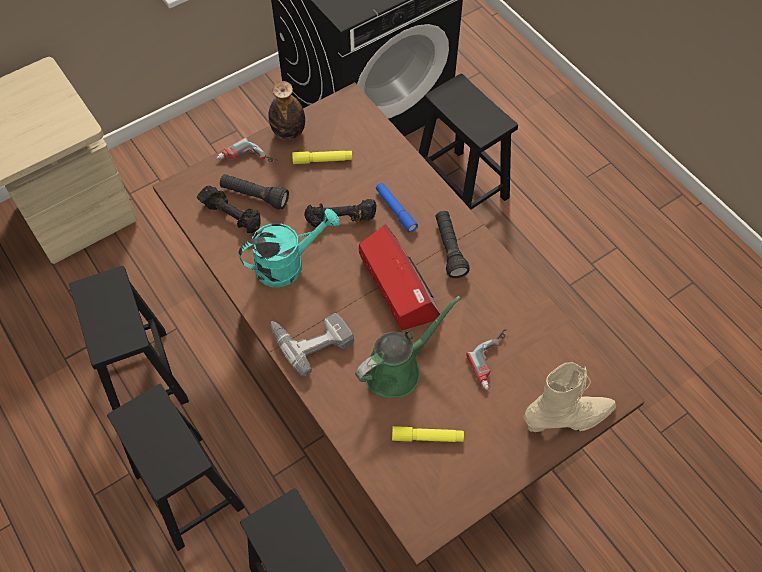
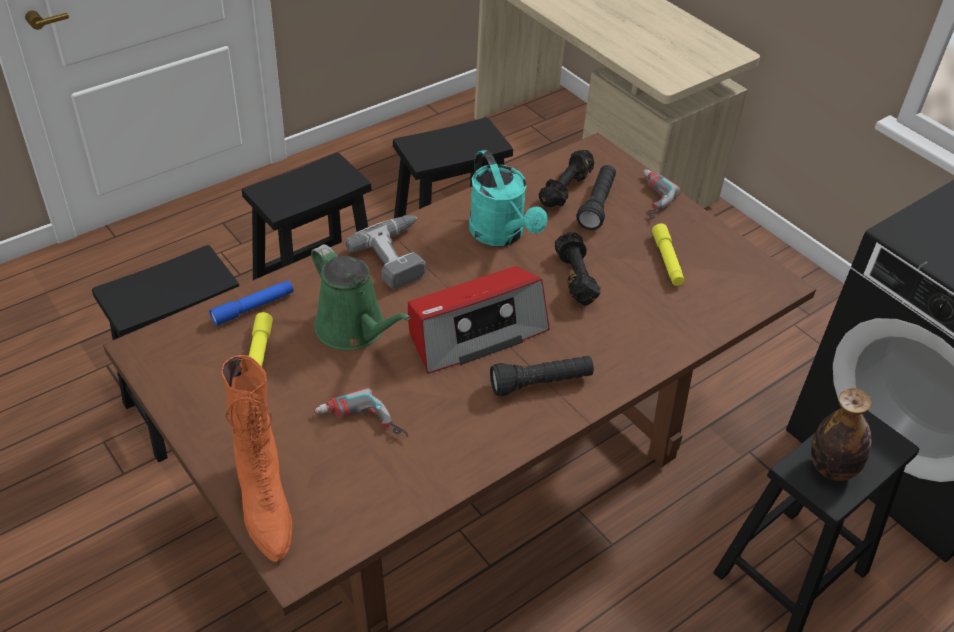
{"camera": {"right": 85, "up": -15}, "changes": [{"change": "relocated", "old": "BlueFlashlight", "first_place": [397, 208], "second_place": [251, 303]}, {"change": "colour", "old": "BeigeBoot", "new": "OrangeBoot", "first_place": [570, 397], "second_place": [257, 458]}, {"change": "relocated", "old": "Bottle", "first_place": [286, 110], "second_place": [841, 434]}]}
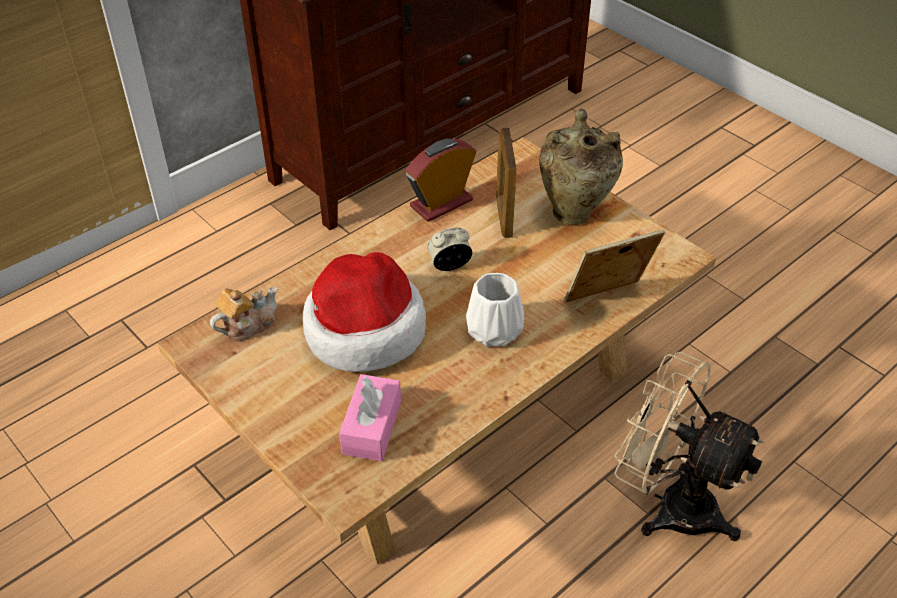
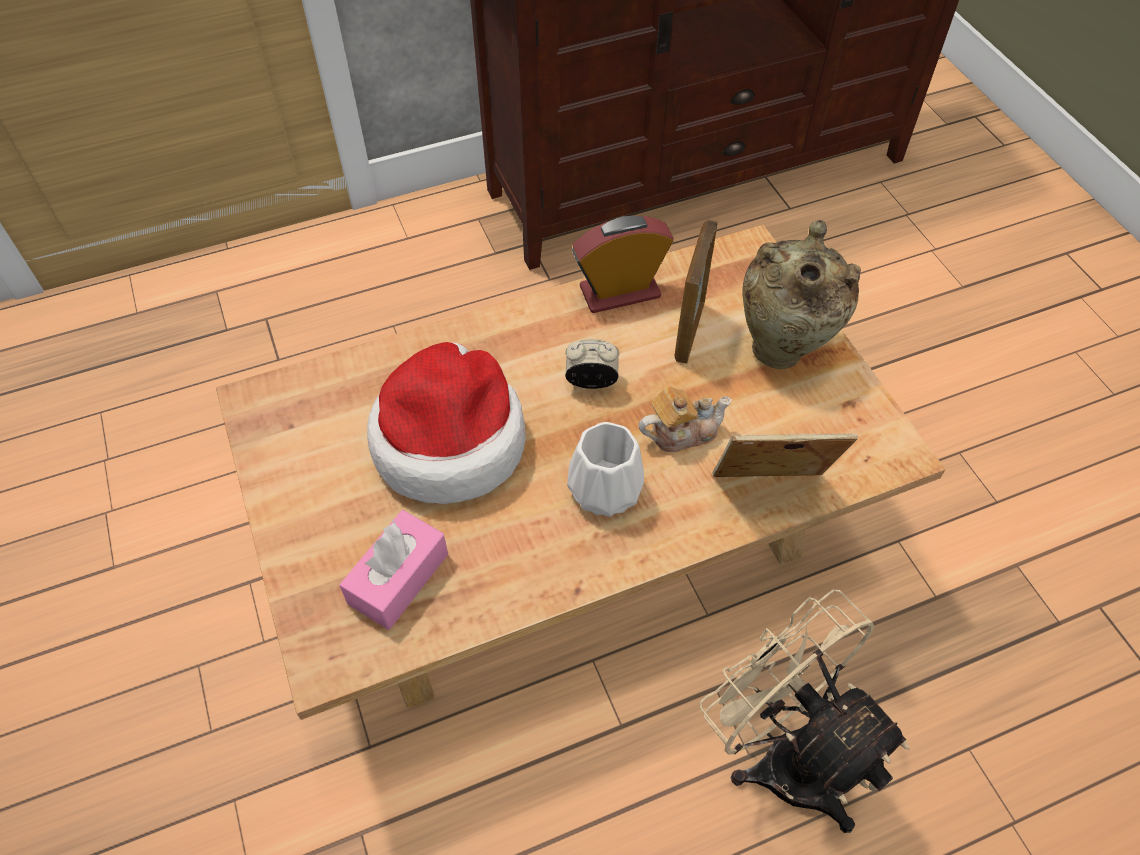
{"camera": {"right": 20, "up": 10}, "changes": [{"change": "relocated", "old": "Teapot", "first_place": [243, 314], "second_place": [685, 419]}]}
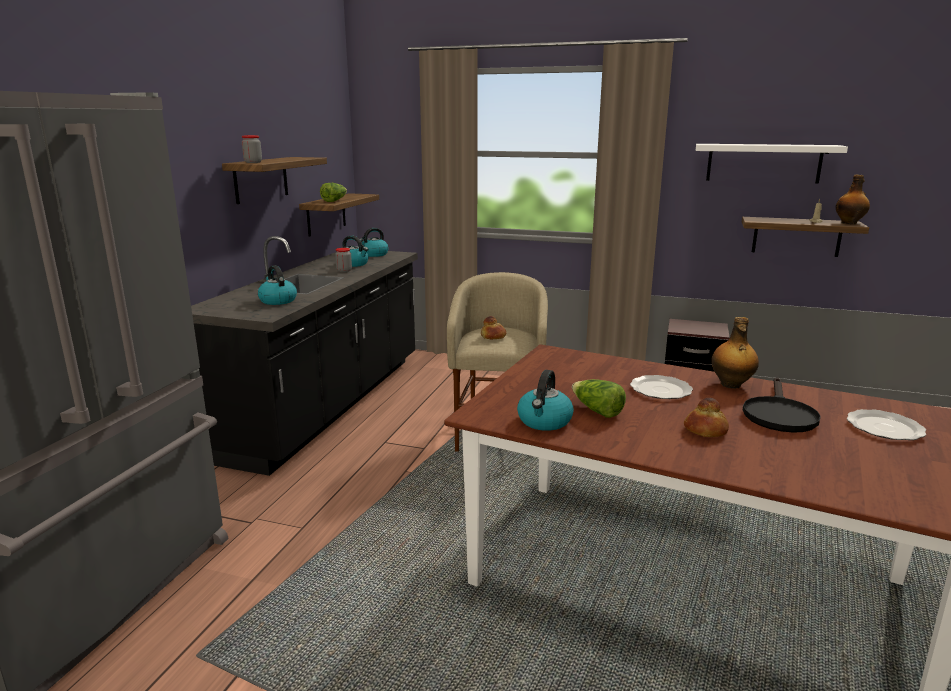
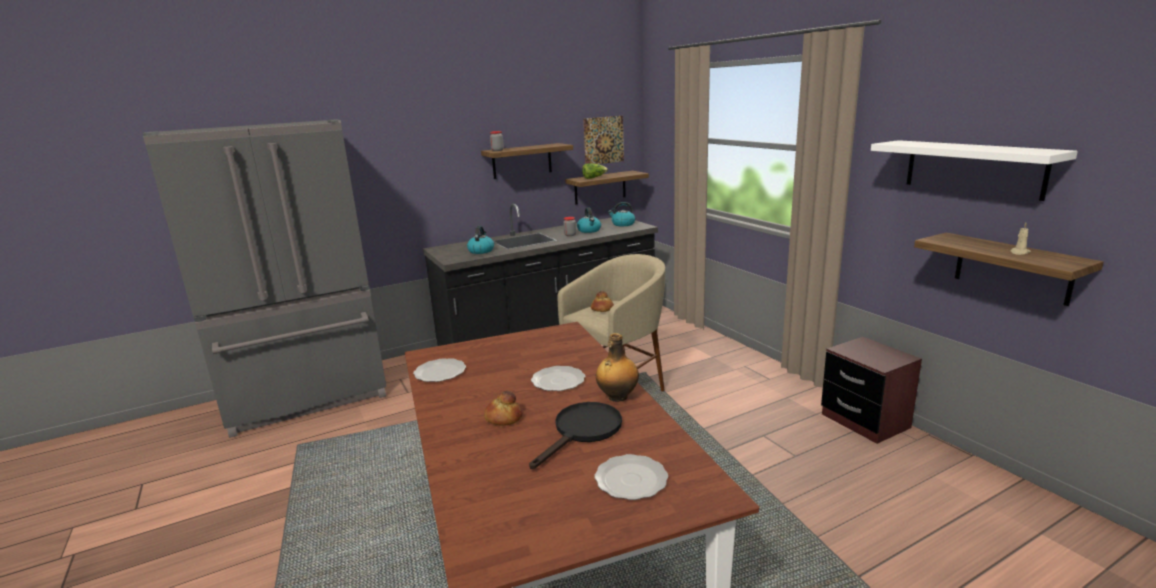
{"camera": {"right": 45, "up": 0}, "changes": [{"change": "exchanged", "old": "Kettle", "new": "Plate", "first_place": [545, 400], "second_place": [439, 370]}, {"change": "spun", "old": "BlackFryingPan", "first_place": [782, 405], "second_place": [575, 435], "degrees": 150}, {"change": "appeared", "new": "Picture", "second_place": [603, 140]}, {"change": "missing", "old": "Lettuce", "first_place": [599, 398]}, {"change": "missing", "old": "Bottle", "first_place": [853, 199]}]}
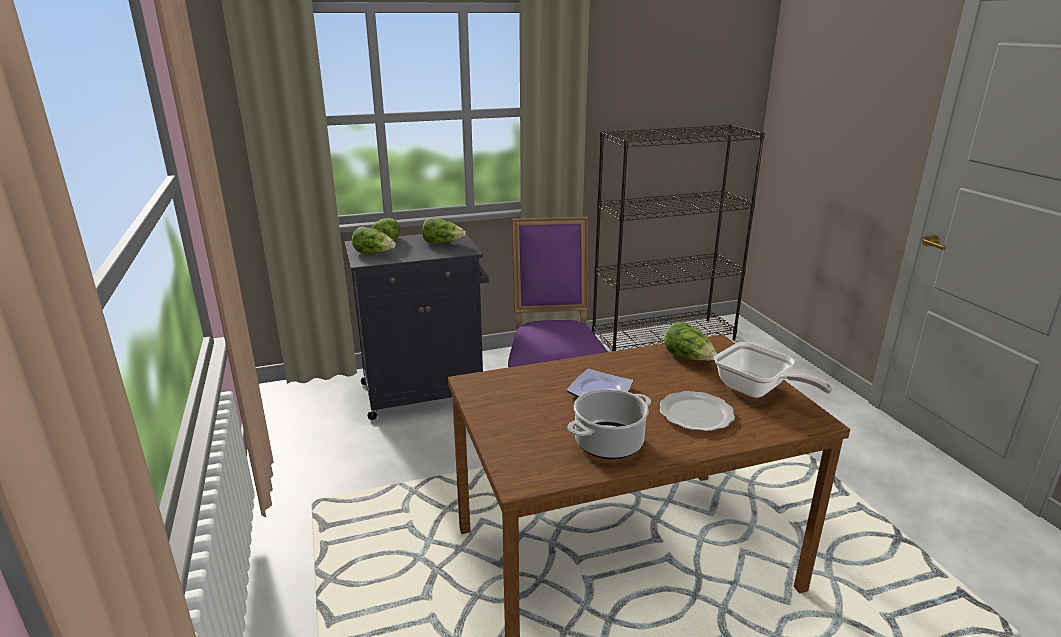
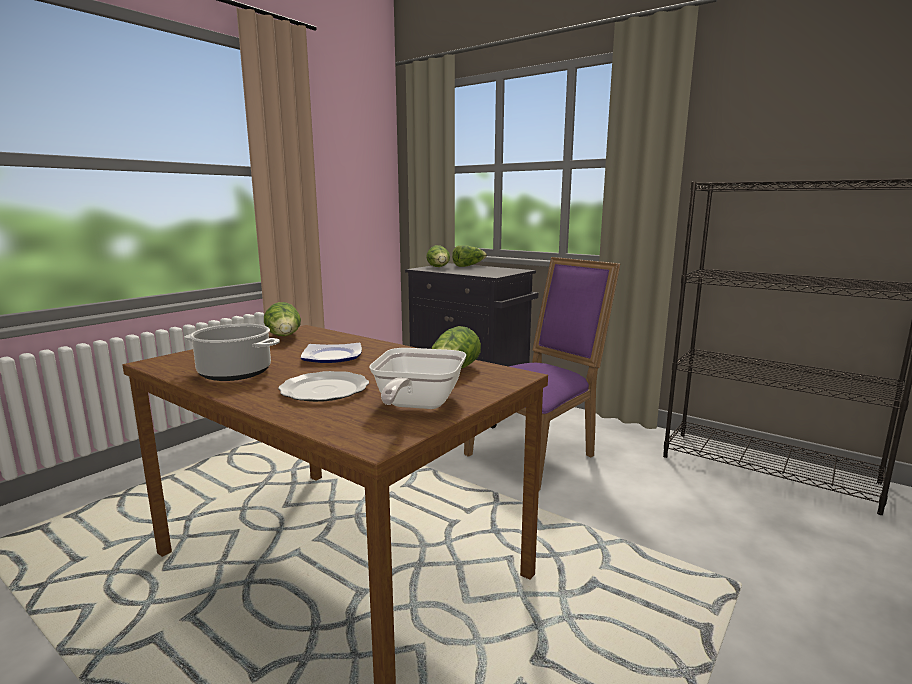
{"camera": {"right": 55, "up": -10}, "changes": [{"change": "relocated", "old": "Lettuce", "first_place": [444, 231], "second_place": [282, 319]}]}
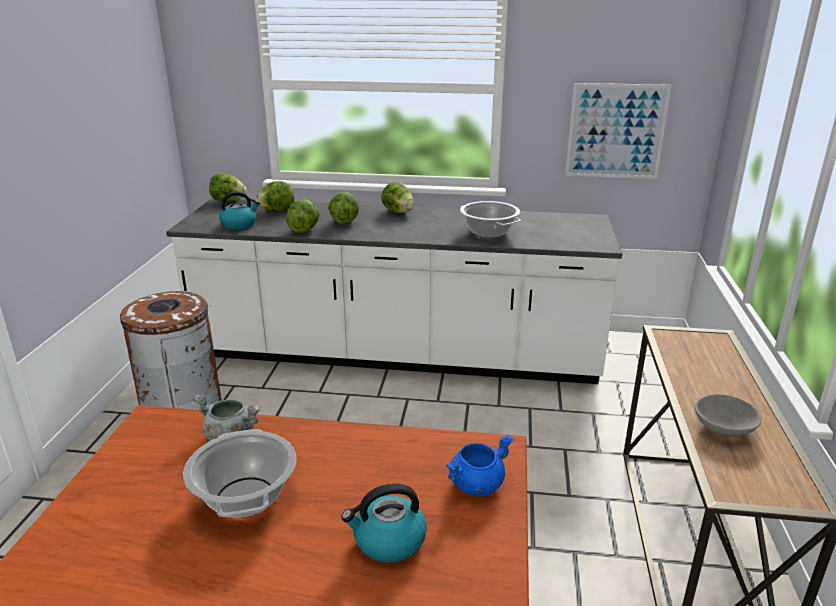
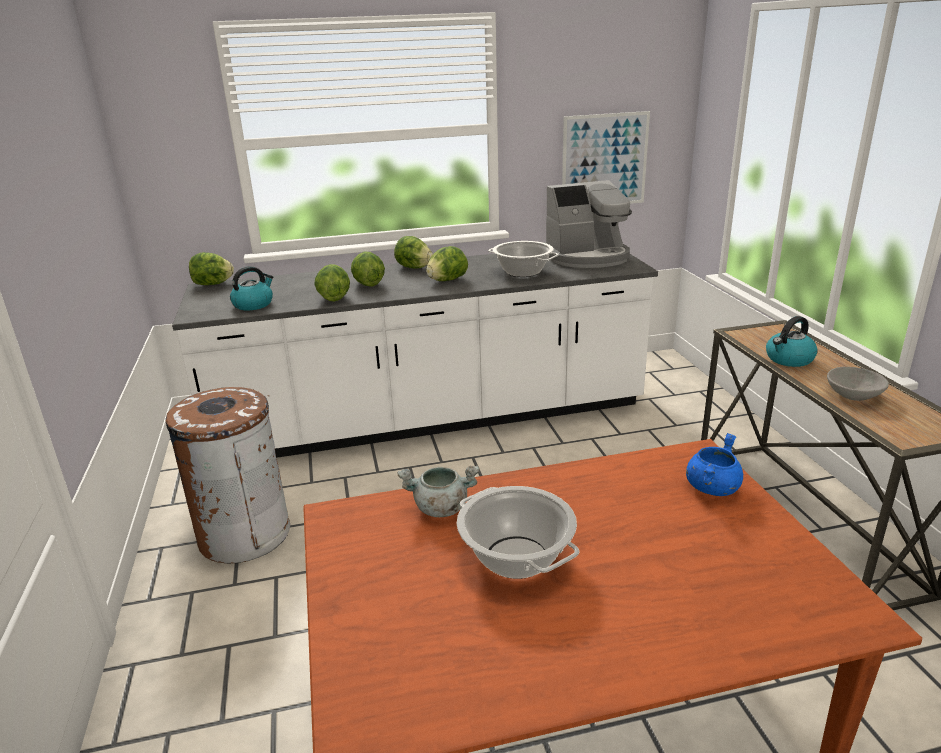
{"camera": {"right": -20, "up": 0}, "changes": [{"change": "relocated", "old": "Lettuce", "first_place": [275, 196], "second_place": [447, 263]}, {"change": "appeared", "new": "CoffeeMachine", "second_place": [587, 224]}, {"change": "relocated", "old": "Kettle", "first_place": [384, 523], "second_place": [792, 341]}]}
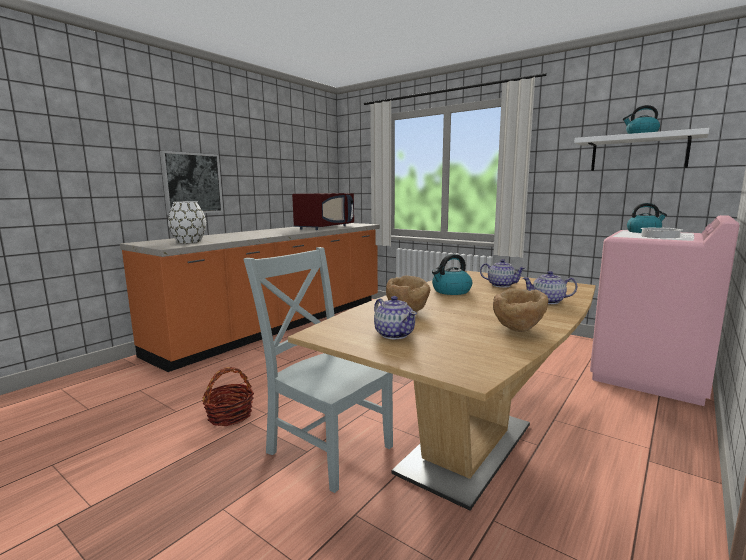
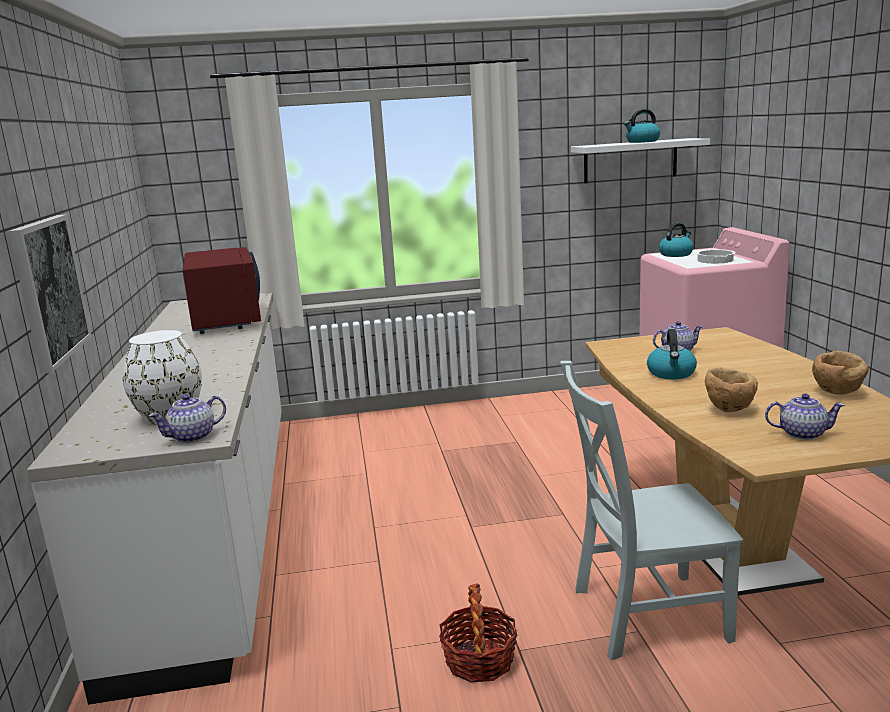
{"camera": {"right": -45, "up": 5}, "changes": [{"change": "colour", "old": "OrangeCounter", "new": "WhiteCounter", "first_place": [250, 297], "second_place": [154, 499]}, {"change": "relocated", "old": "Teapot", "first_place": [550, 287], "second_place": [187, 418]}]}
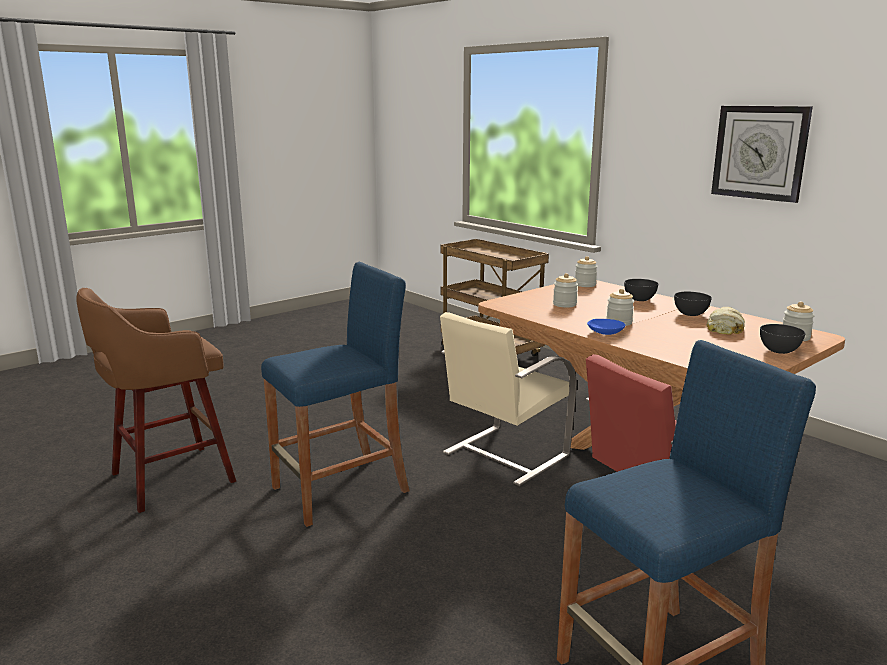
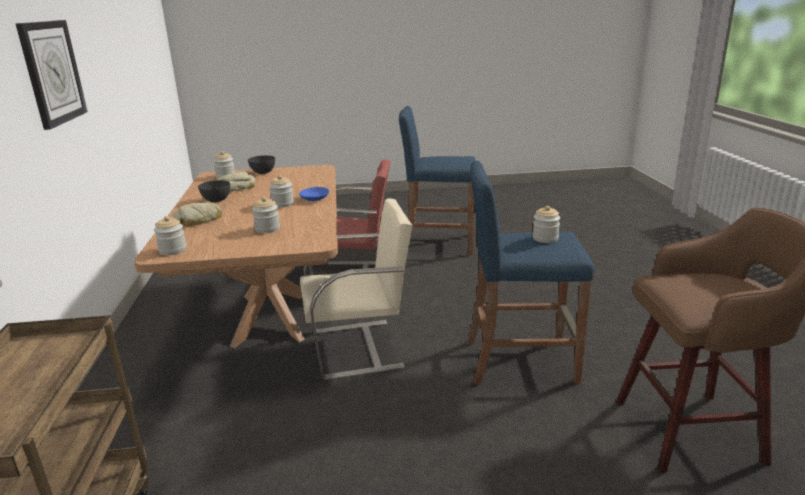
{"camera": {"right": -145, "up": 5}, "changes": [{"change": "exchanged", "old": "GreyBowl", "new": "Bread", "first_place": [641, 290], "second_place": [197, 214]}, {"change": "appeared", "new": "Jar", "second_place": [546, 224]}]}
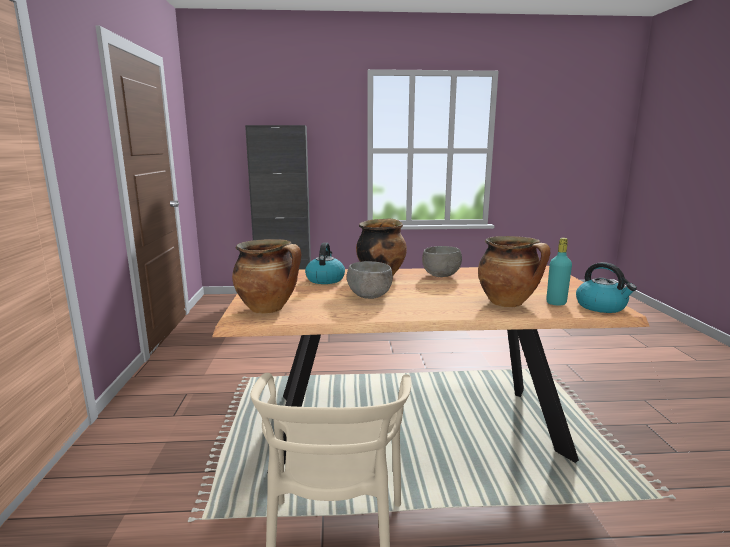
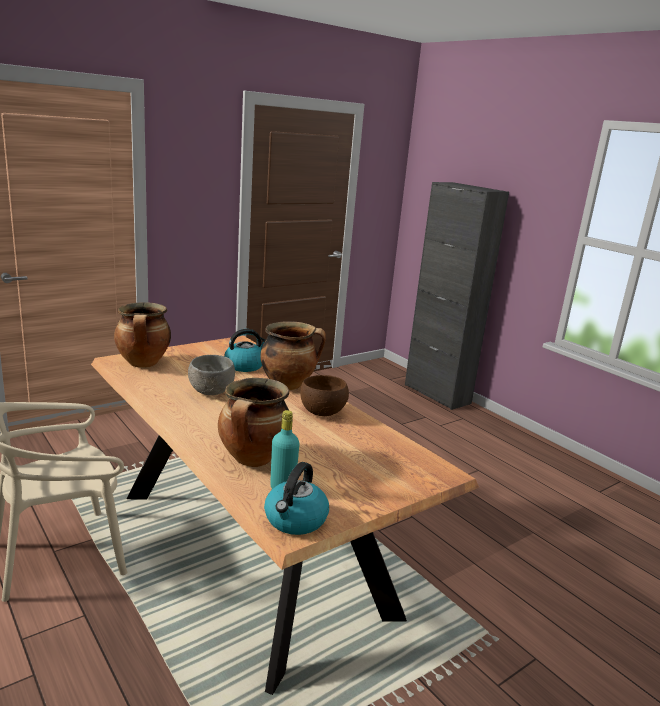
{"camera": {"right": 55, "up": 5}, "changes": [{"change": "colour", "old": "GreyBowl", "new": "BrownBowl", "first_place": [442, 261], "second_place": [324, 395]}]}
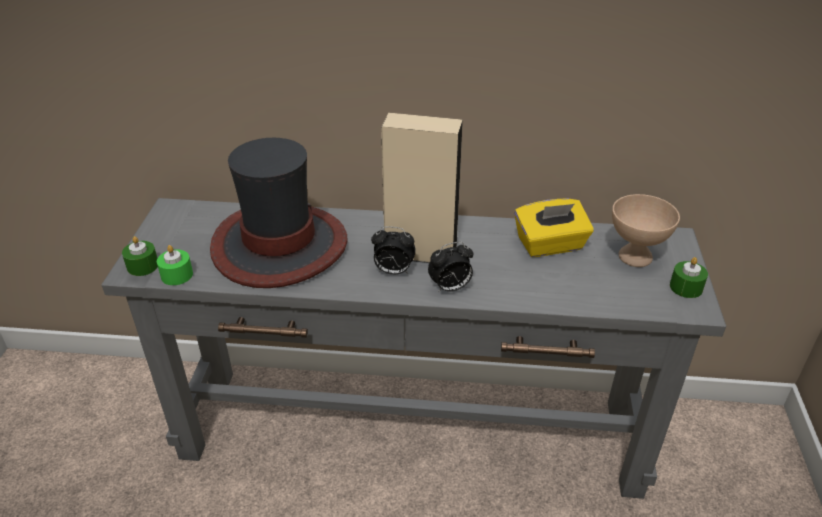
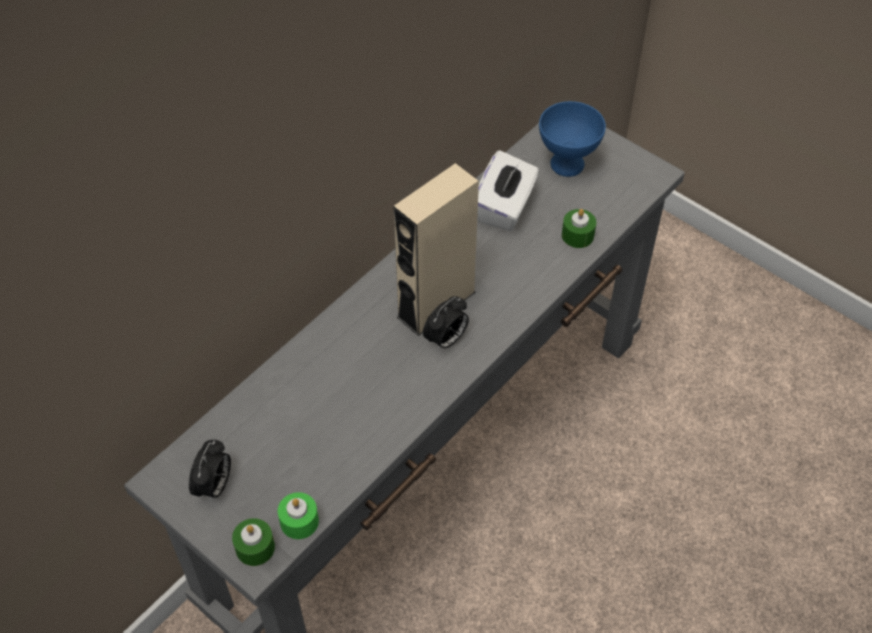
{"camera": {"right": -55, "up": 15}, "changes": [{"change": "relocated", "old": "AlarmClock", "first_place": [450, 267], "second_place": [210, 471]}, {"change": "colour", "old": "YellowTissueBox", "new": "WhiteTissueBox", "first_place": [554, 227], "second_place": [508, 190]}, {"change": "colour", "old": "BeigeBowl", "new": "BlueBowl", "first_place": [646, 230], "second_place": [572, 139]}, {"change": "relocated", "old": "GreenCandle", "first_place": [689, 277], "second_place": [579, 228]}, {"change": "missing", "old": "Hat", "first_place": [278, 213]}]}
